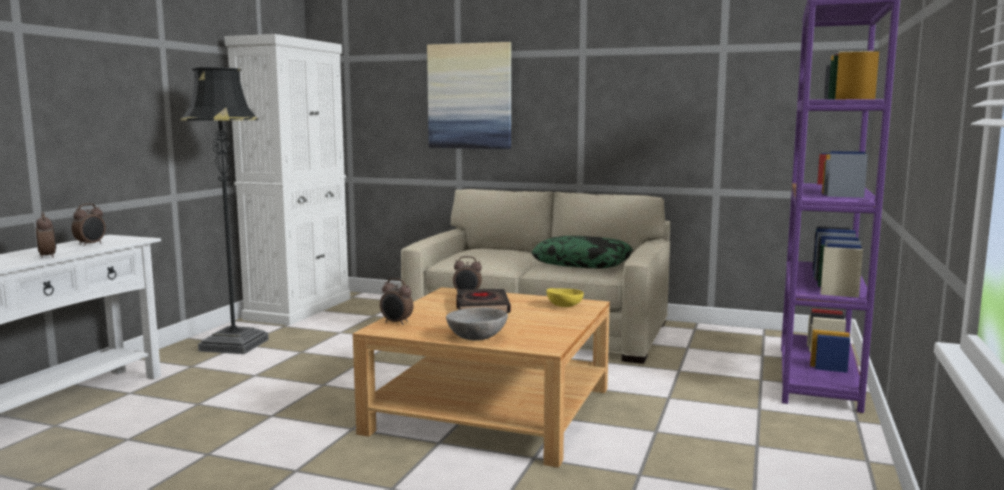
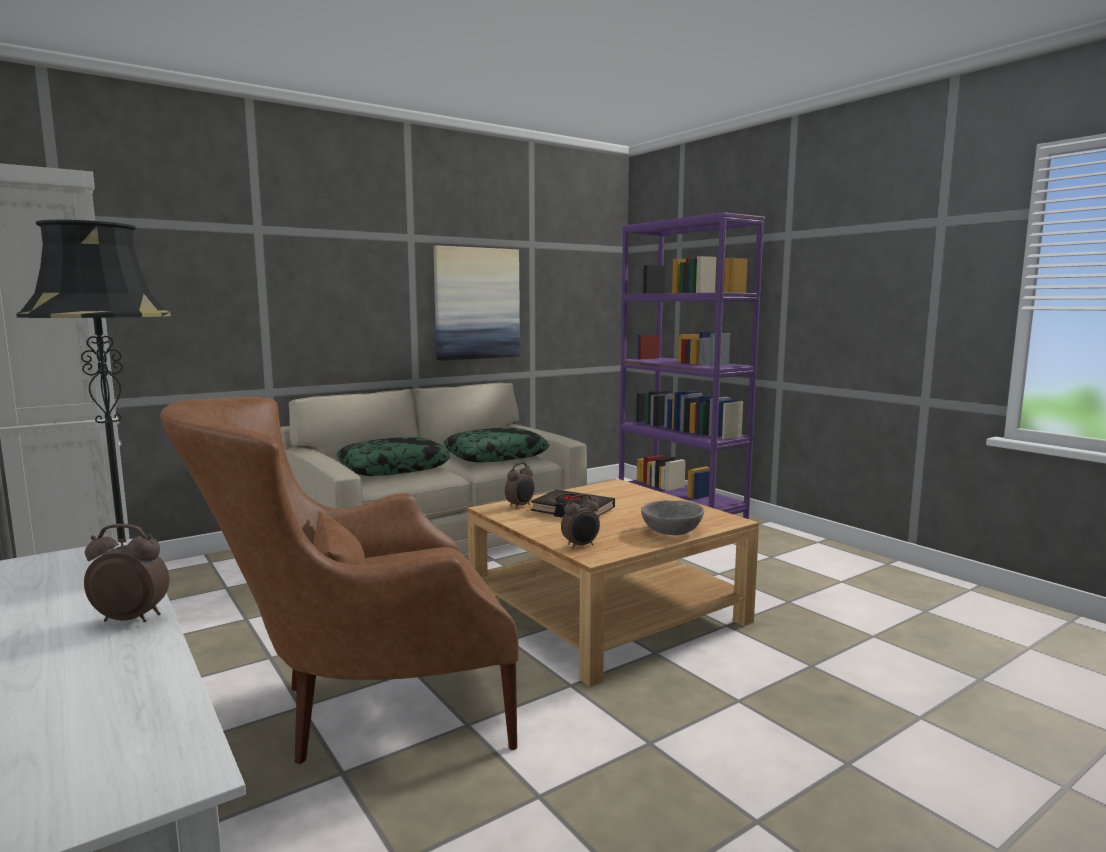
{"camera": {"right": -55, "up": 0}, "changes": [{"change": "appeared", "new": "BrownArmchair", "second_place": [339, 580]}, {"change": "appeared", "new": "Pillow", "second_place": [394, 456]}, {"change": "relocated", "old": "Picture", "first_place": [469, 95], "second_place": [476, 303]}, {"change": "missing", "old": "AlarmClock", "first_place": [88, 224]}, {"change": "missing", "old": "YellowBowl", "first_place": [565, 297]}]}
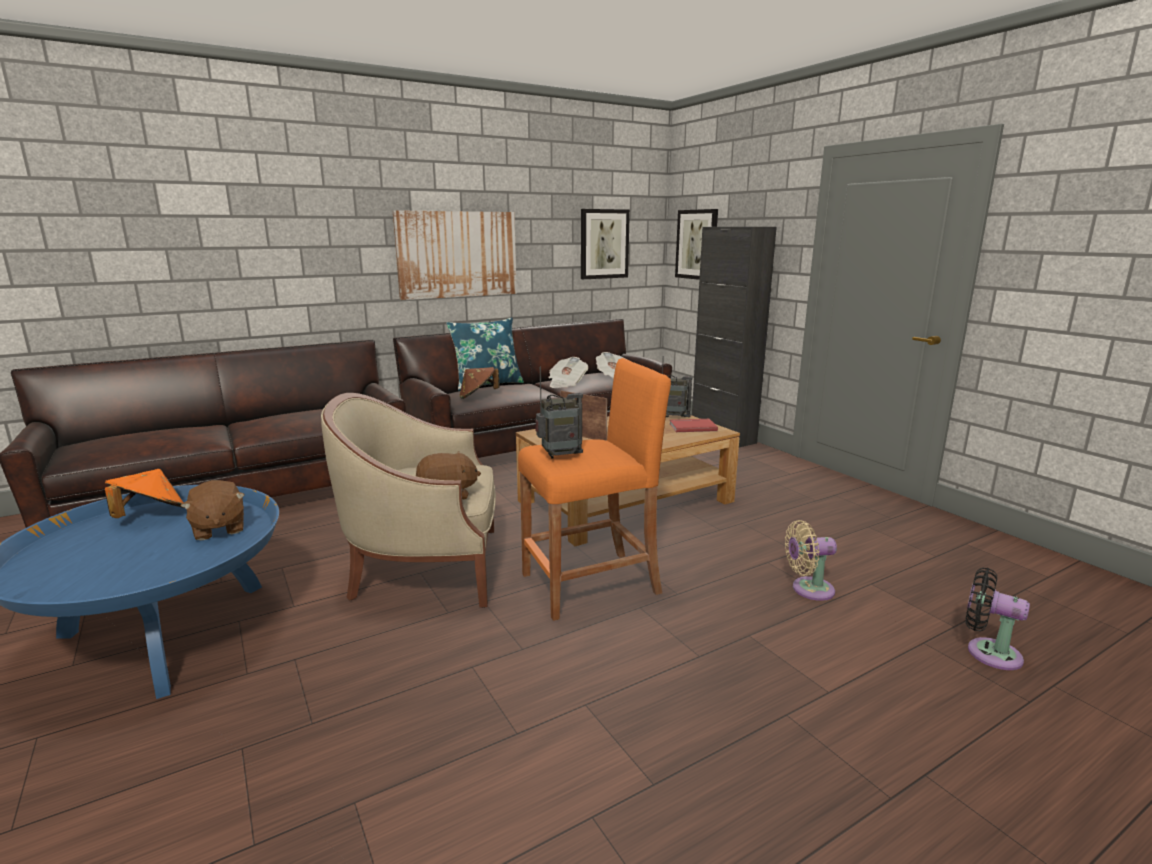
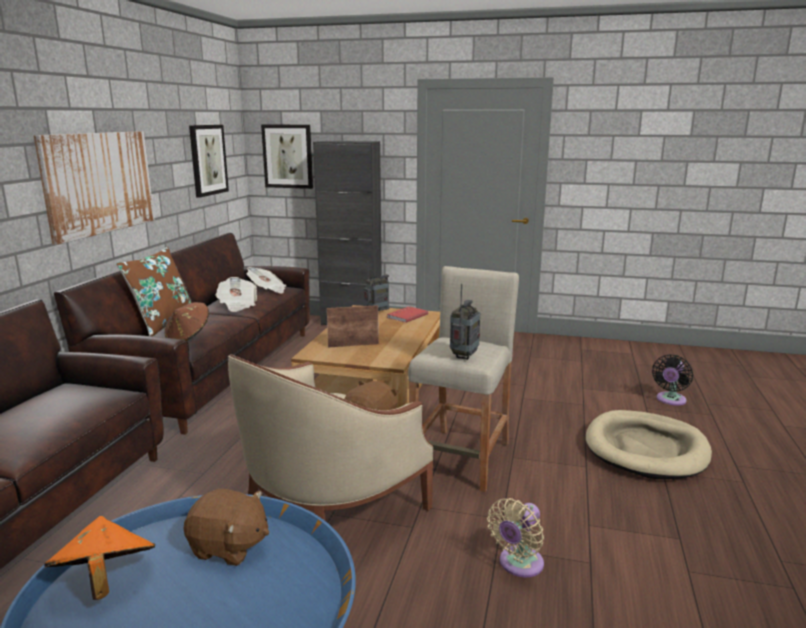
{"camera": {"right": -45, "up": 0}, "changes": [{"change": "colour", "old": "BluePillow", "new": "BrownPillow", "first_place": [485, 354], "second_place": [154, 291]}, {"change": "colour", "old": "OrangeStool", "new": "BeigeStool", "first_place": [594, 489], "second_place": [463, 379]}, {"change": "relocated", "old": "BeigeFan", "first_place": [811, 560], "second_place": [515, 537]}, {"change": "appeared", "new": "BeigeDogBed", "second_place": [649, 444]}, {"change": "spun", "old": "BlackFan", "first_place": [997, 619], "second_place": [672, 380], "degrees": -45}]}
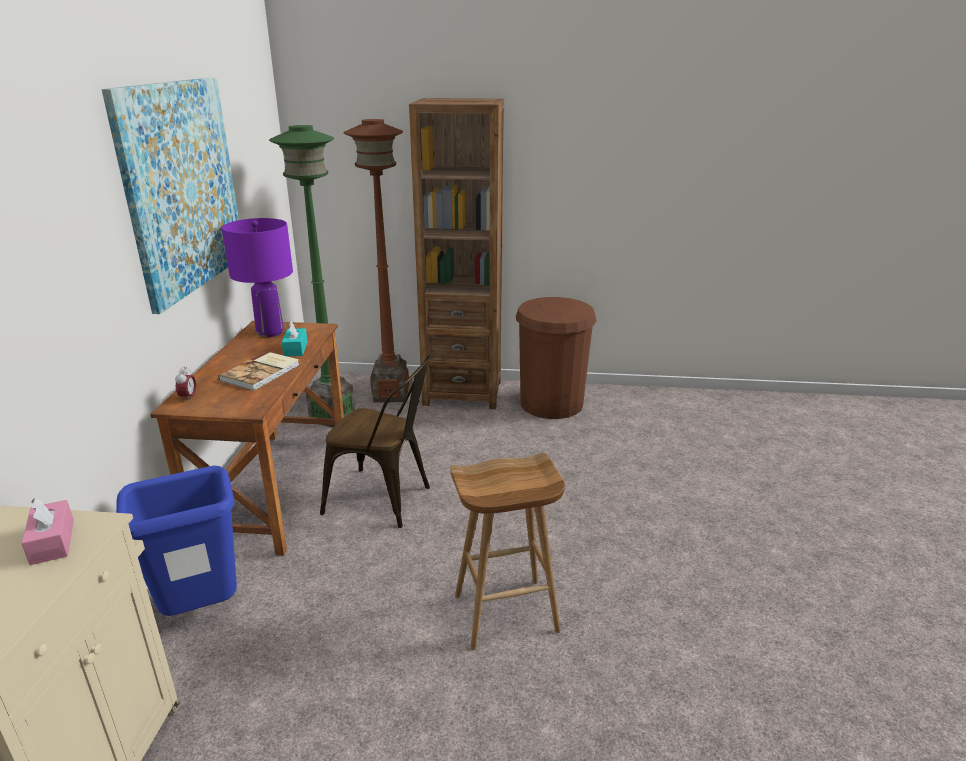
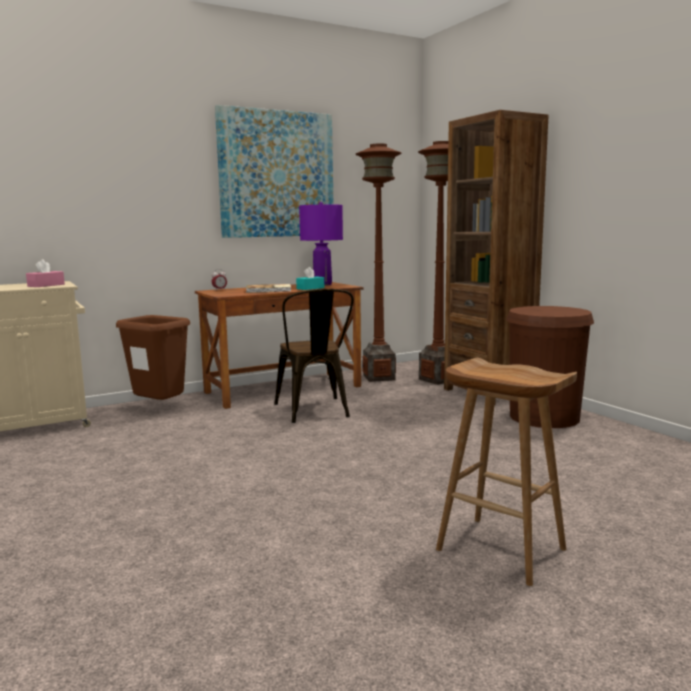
{"camera": {"right": 55, "up": -15}, "changes": [{"change": "colour", "old": "BlueTrashCan", "new": "BrownTrashCan", "first_place": [176, 541], "second_place": [153, 357]}, {"change": "colour", "old": "GreenFloorLamp", "new": "BrownFloorLamp", "first_place": [312, 276], "second_place": [379, 263]}, {"change": "relocated", "old": "BrownStool", "first_place": [507, 551], "second_place": [506, 472]}]}
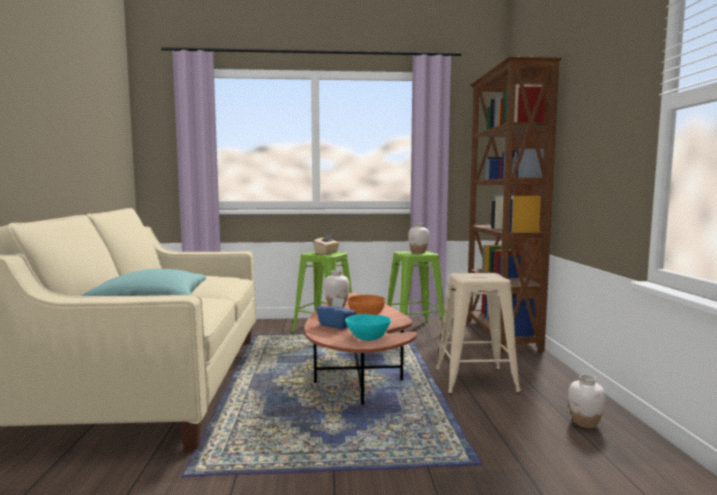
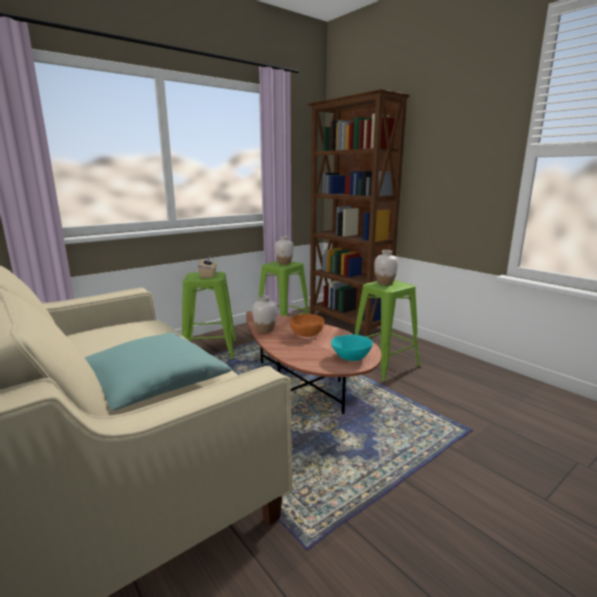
{"camera": {"right": -35, "up": 10}, "changes": [{"change": "colour", "old": "BeigeStool", "new": "GreenStool", "first_place": [478, 333], "second_place": [388, 331]}, {"change": "relocated", "old": "WhiteVase", "first_place": [587, 401], "second_place": [386, 267]}, {"change": "missing", "old": "BlueTissueBox", "first_place": [336, 313]}]}
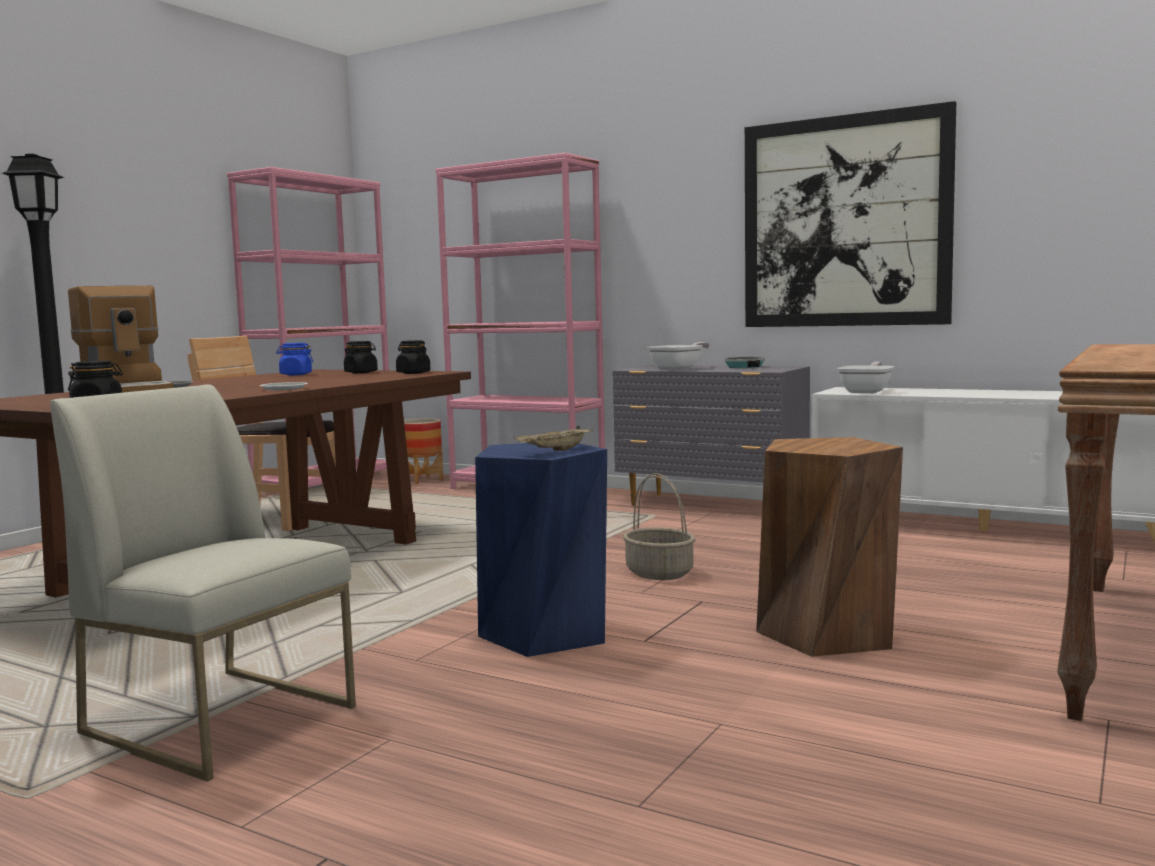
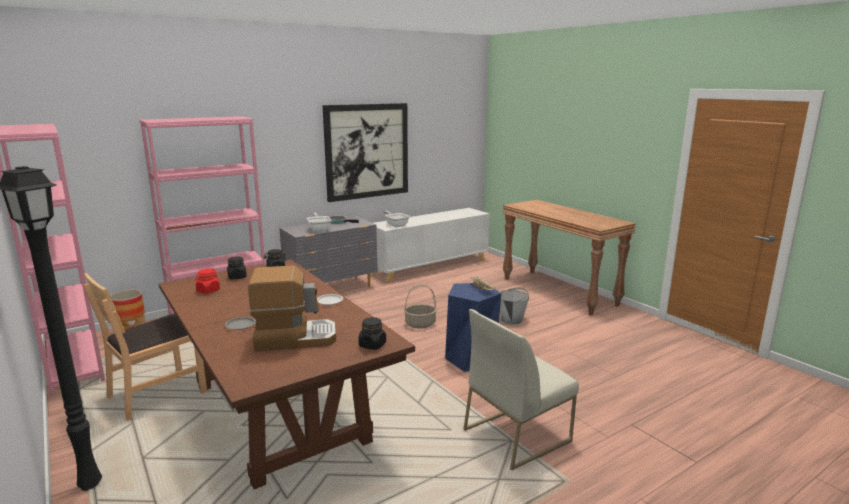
{"camera": {"right": -65, "up": 10}, "changes": [{"change": "colour", "old": "BlueJar", "new": "RedJar", "first_place": [294, 359], "second_place": [207, 281]}, {"change": "exchanged", "old": "BrownStool", "new": "GreyBucket", "first_place": [829, 547], "second_place": [514, 306]}]}
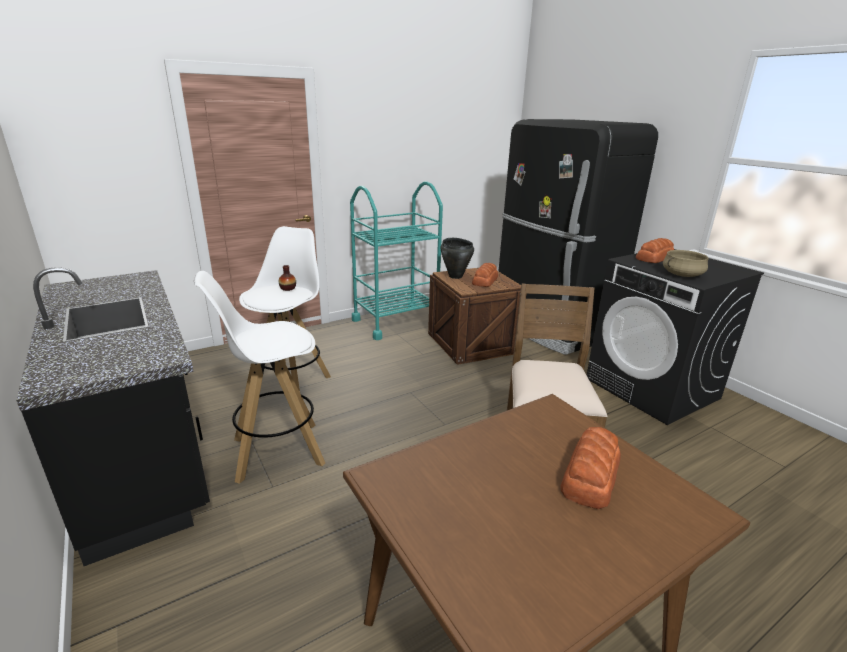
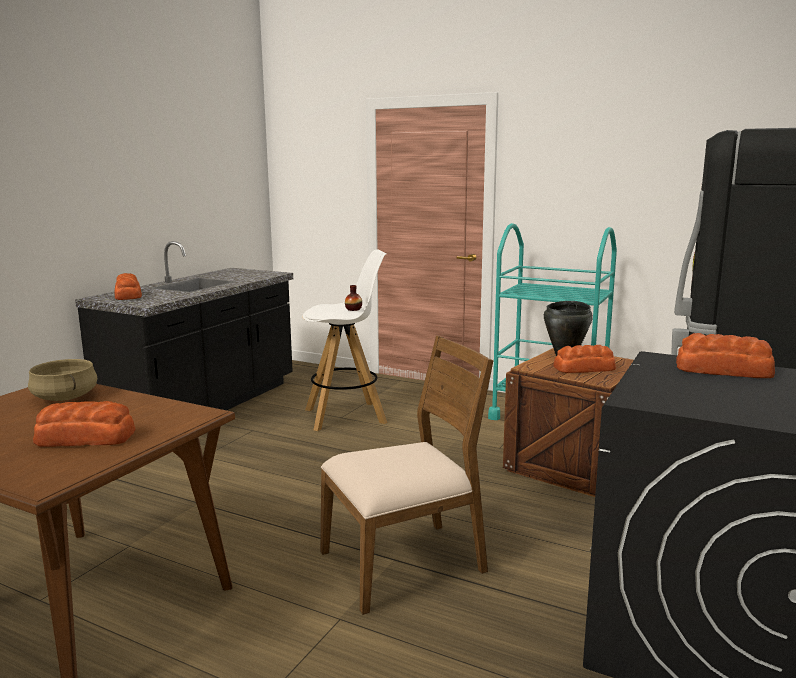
{"camera": {"right": 60, "up": -10}, "changes": [{"change": "relocated", "old": "BeigeCookingPot", "first_place": [685, 263], "second_place": [62, 380]}, {"change": "appeared", "new": "Bread", "second_place": [128, 286]}, {"change": "missing", "old": "WhiteStool", "first_place": [259, 377]}]}
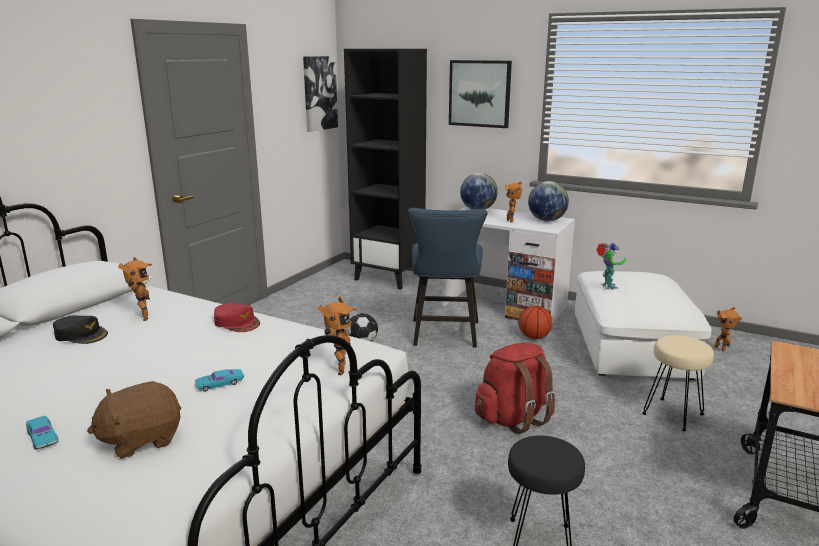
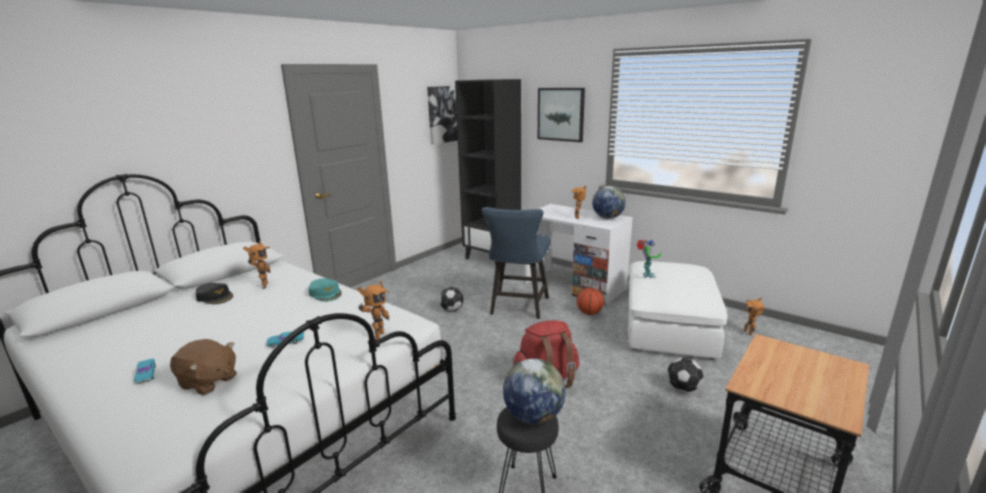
{"camera": {"right": 10, "up": 0}, "changes": [{"change": "spun", "old": "BrownPlushToy", "first_place": [134, 420], "second_place": [203, 367], "degrees": -135}, {"change": "colour", "old": "RedCap", "new": "TurquoiseCap", "first_place": [237, 317], "second_place": [325, 290]}, {"change": "relocated", "old": "Globe", "first_place": [479, 191], "second_place": [534, 391]}, {"change": "exchanged", "old": "BeigeStool", "new": "Football", "first_place": [678, 383], "second_place": [685, 374]}]}
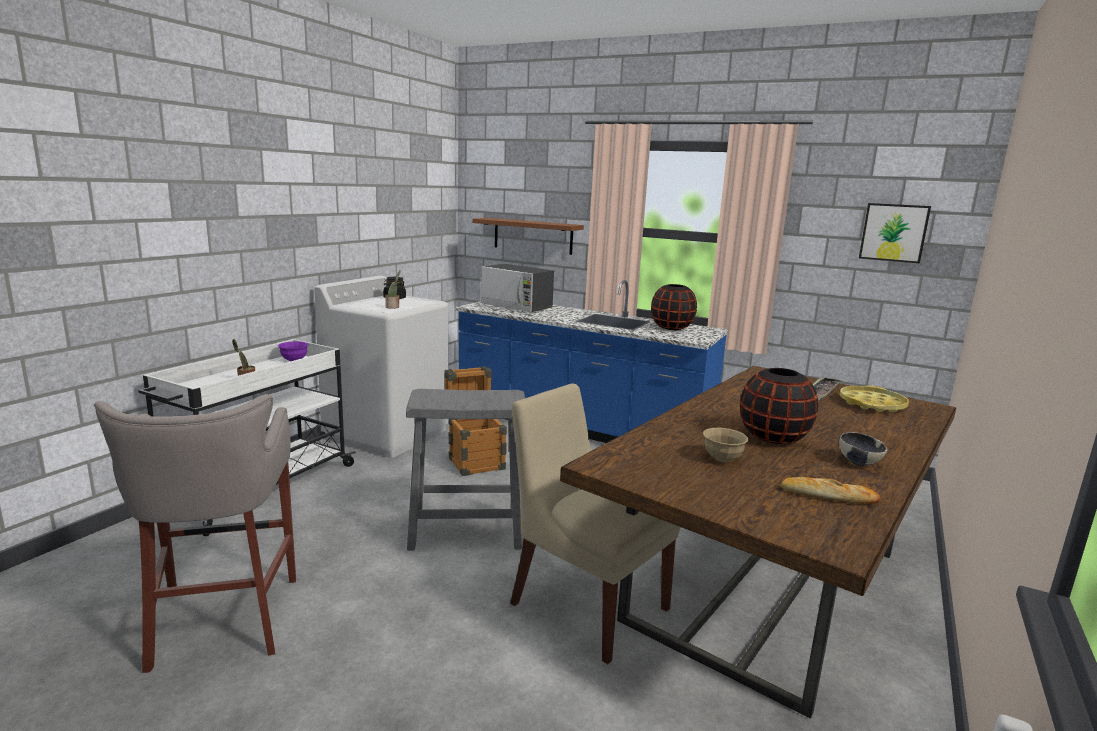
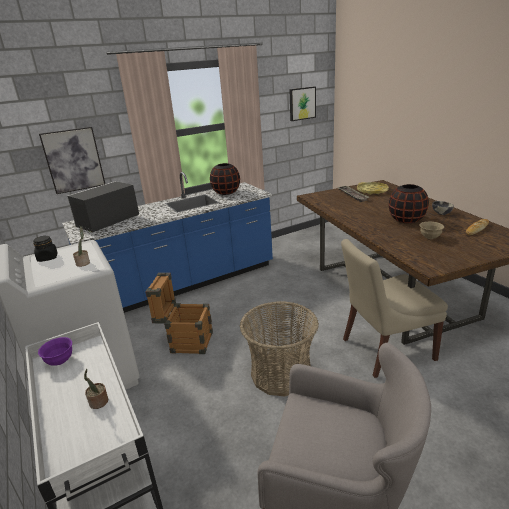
{"camera": {"right": -55, "up": 10}, "changes": [{"change": "exchanged", "old": "BrownShelf", "new": "Picture", "first_place": [528, 236], "second_place": [72, 160]}, {"change": "spun", "old": "Microwave", "first_place": [517, 288], "second_place": [103, 206], "degrees": 150}, {"change": "exchanged", "old": "GreyStool", "new": "Basket", "first_place": [465, 470], "second_place": [279, 348]}]}
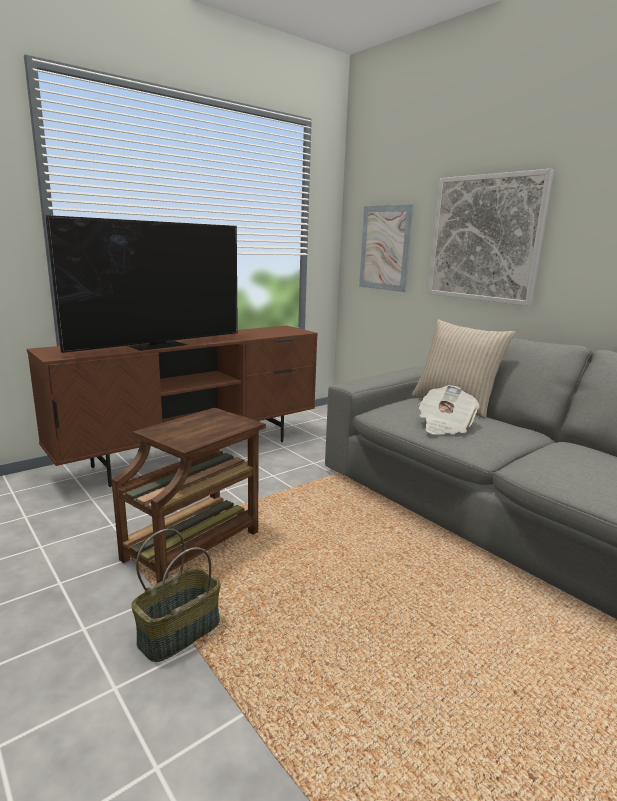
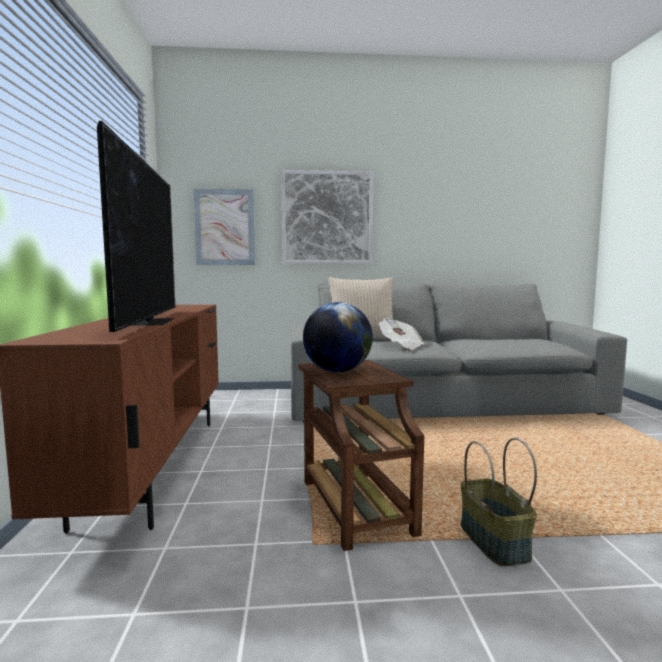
{"camera": {"right": -55, "up": -10}, "changes": [{"change": "appeared", "new": "Globe", "second_place": [338, 337]}]}
